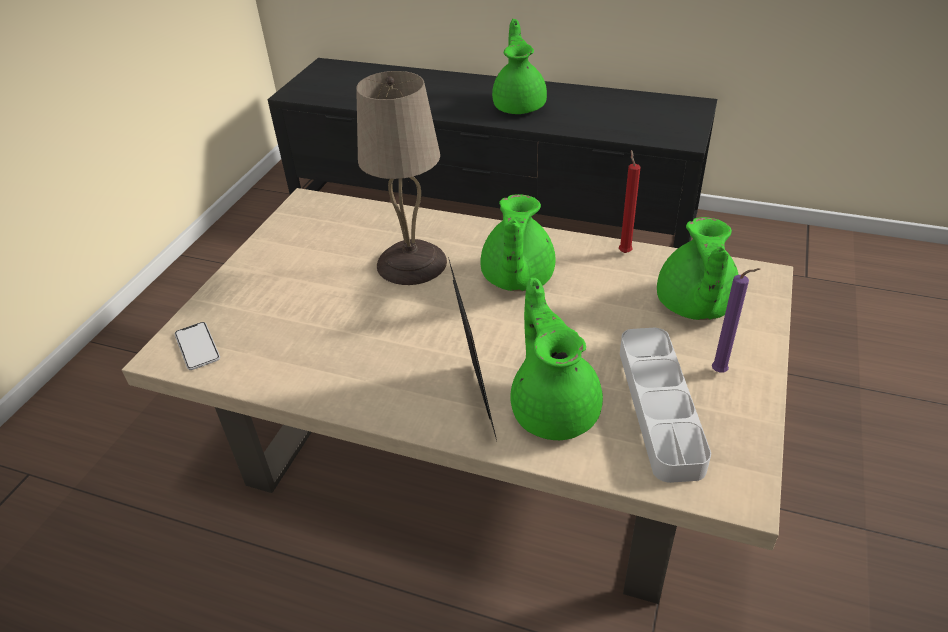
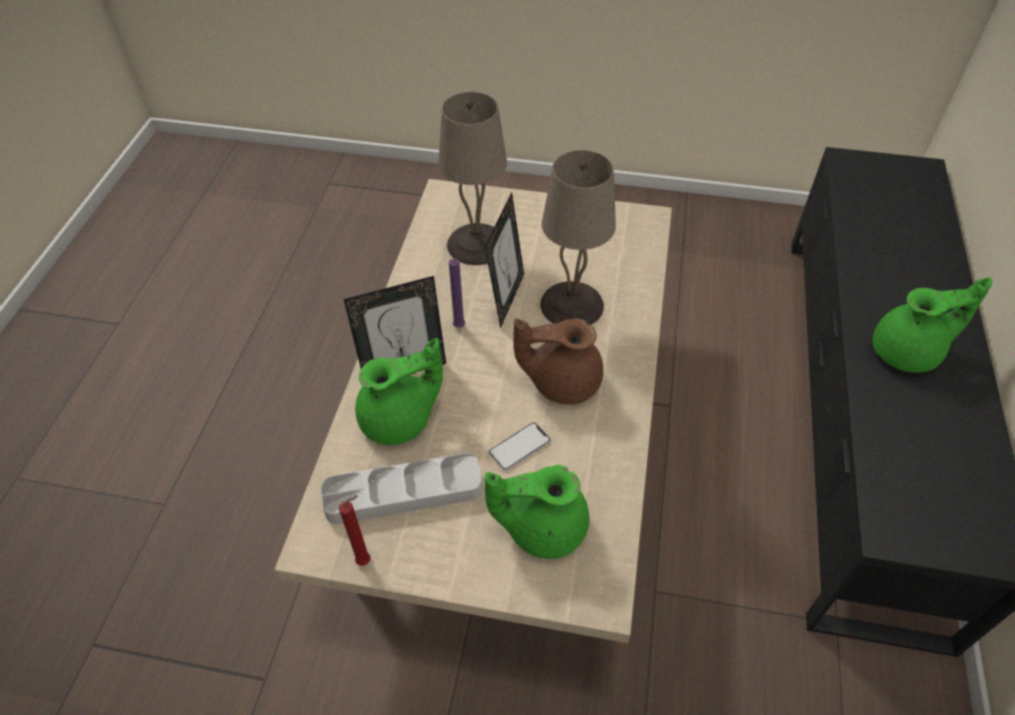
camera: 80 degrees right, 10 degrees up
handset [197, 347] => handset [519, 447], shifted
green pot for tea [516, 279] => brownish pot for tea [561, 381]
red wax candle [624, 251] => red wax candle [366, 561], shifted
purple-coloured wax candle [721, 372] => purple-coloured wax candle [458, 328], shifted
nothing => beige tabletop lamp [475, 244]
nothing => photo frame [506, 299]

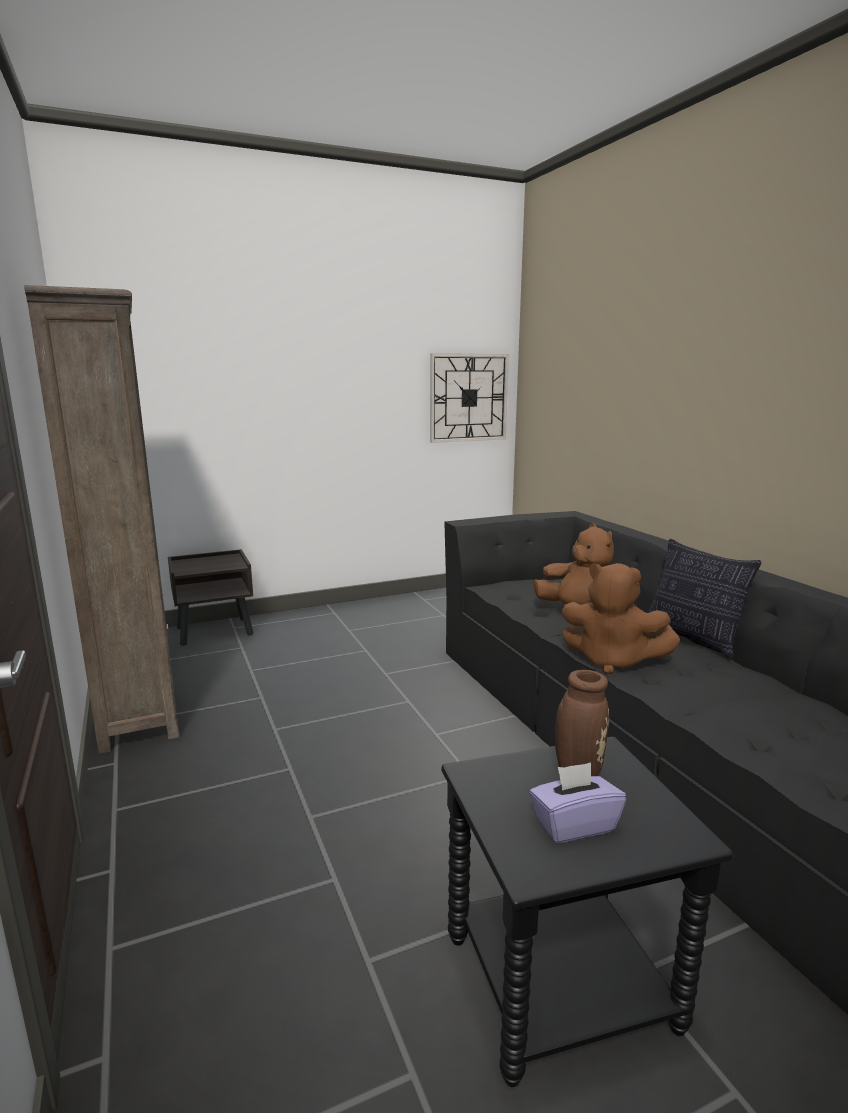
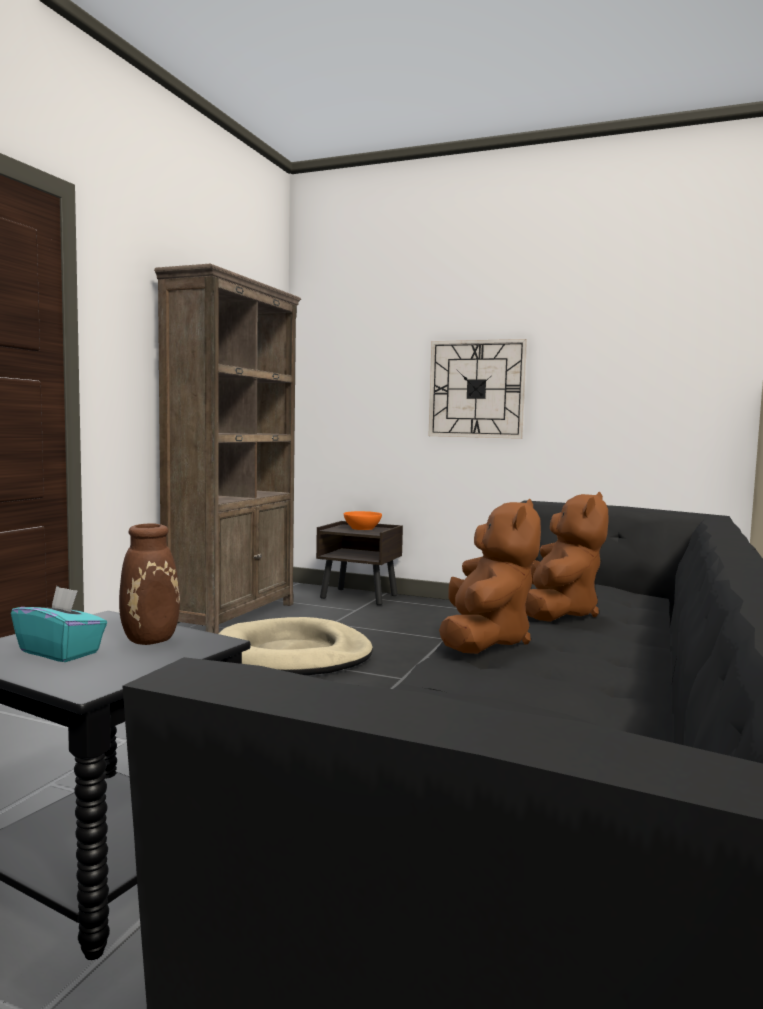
camera: 45 degrees right, 10 degrees down
wall clock [468, 398] => wall clock [476, 389], shifted
purple-coloured box of tissues [574, 824] => blue-green box of tissues [60, 652]
brownish plush toy [612, 661] => brownish plush toy [484, 641], 150 degrees counterclockwise
throw pillow [692, 639] => nothing
nothing => beige dog cushion [293, 655]
nothing => orange serving bowl [362, 528]

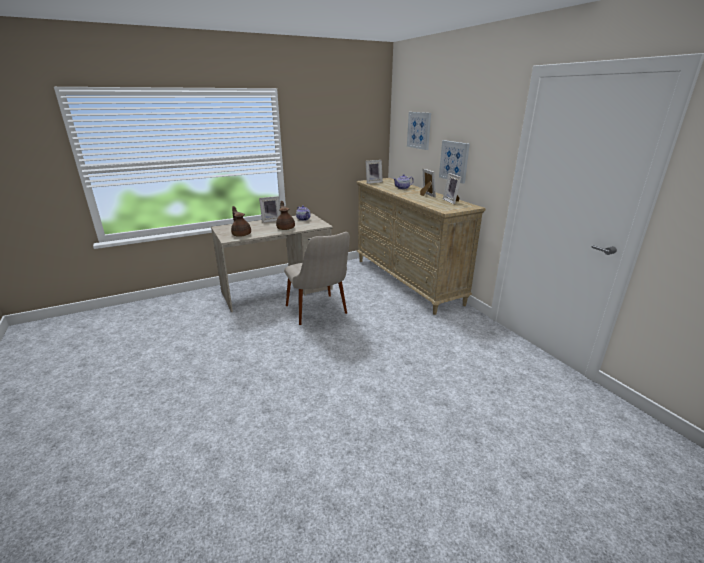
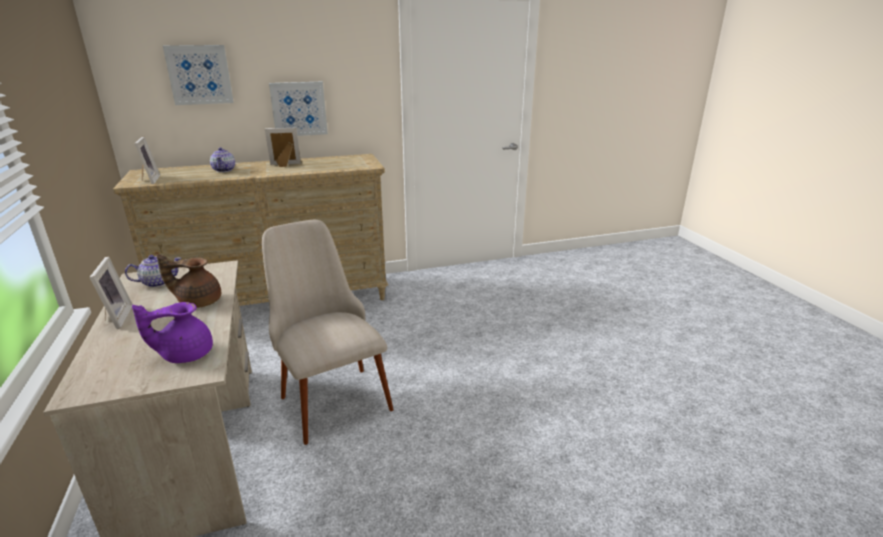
camera: 80 degrees left, 0 degrees up
brownish pot for tea [241, 234] => purple-coloured pot for tea [185, 354]
beige chair [320, 314] => beige chair [329, 392], 105 degrees counterclockwise
photo frame [452, 201] => nothing

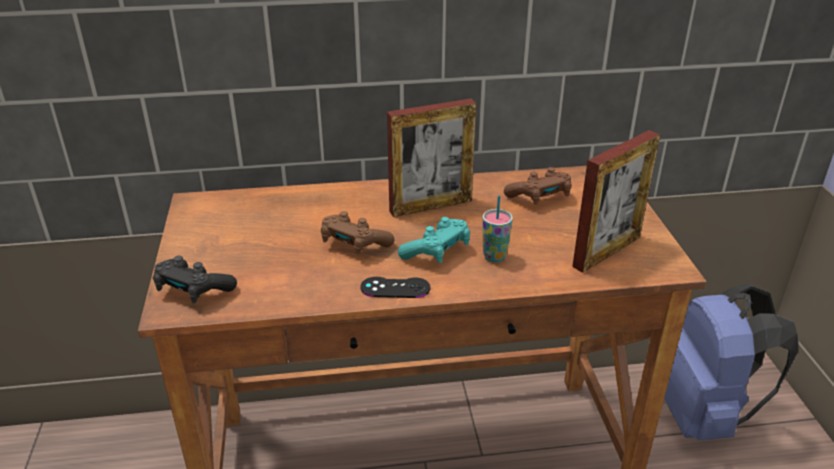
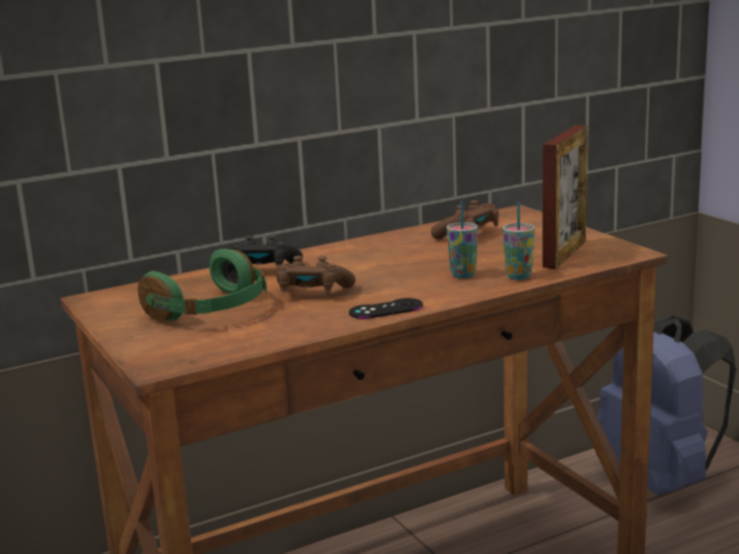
camera: 20 degrees left, 15 degrees down
blackish gamepad [193, 290] => blackish gamepad [263, 269], shifted
photo frame [431, 206] => nothing
blue-green gamepad [437, 251] => nothing
nothing => green headphones [212, 310]
nothing => small cup [518, 276]

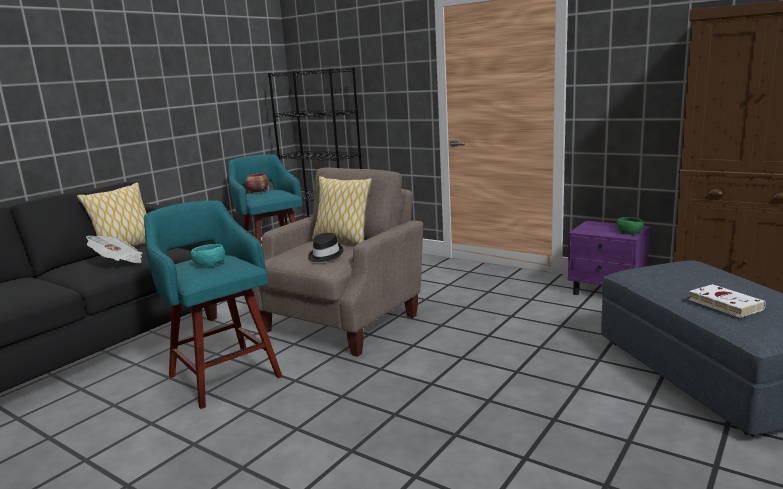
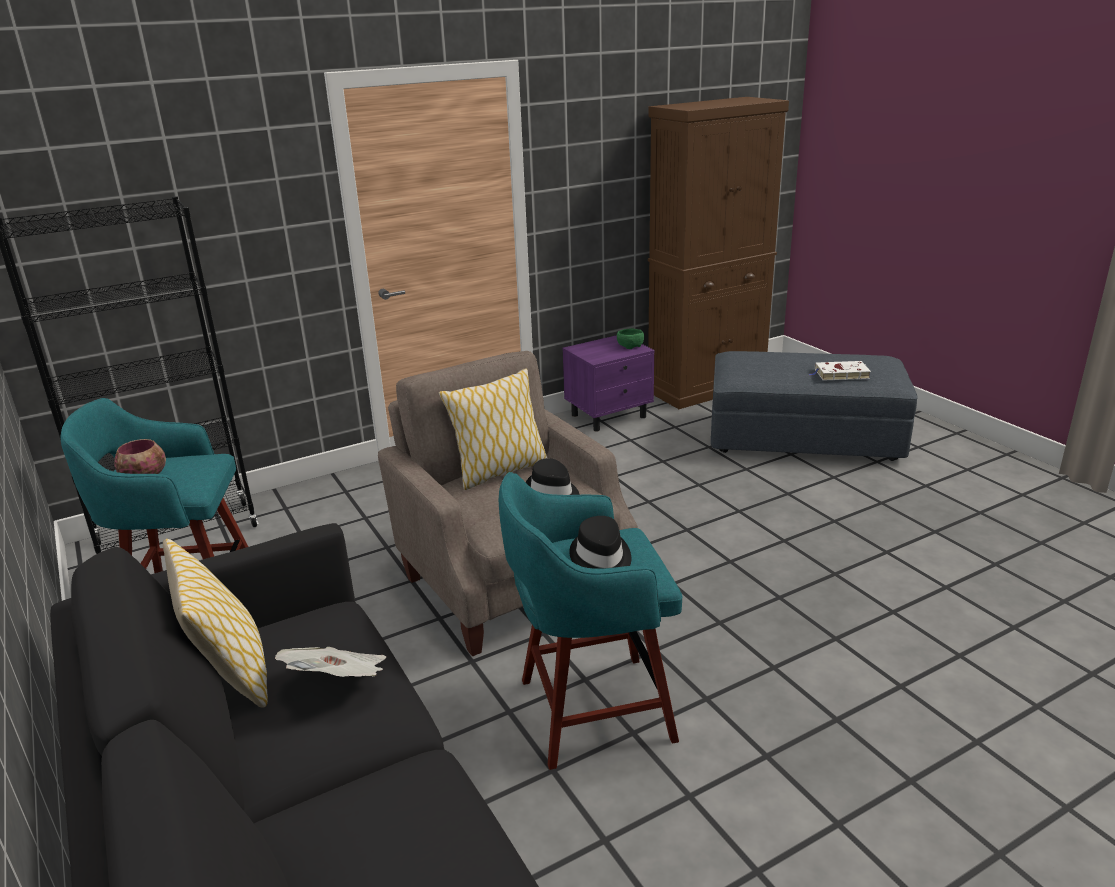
camera: 65 degrees left, 10 degrees up
blue-green serving bowl [209, 264] => blackish hat [600, 558]

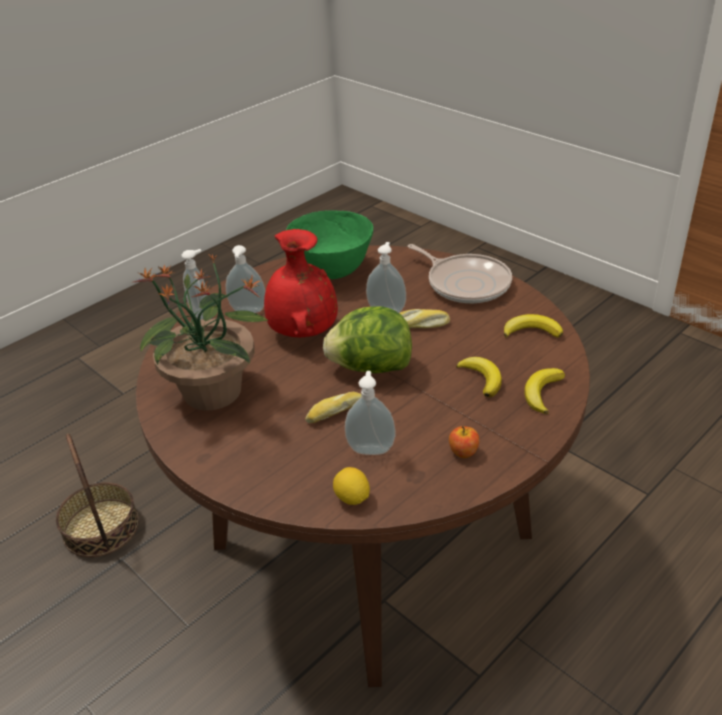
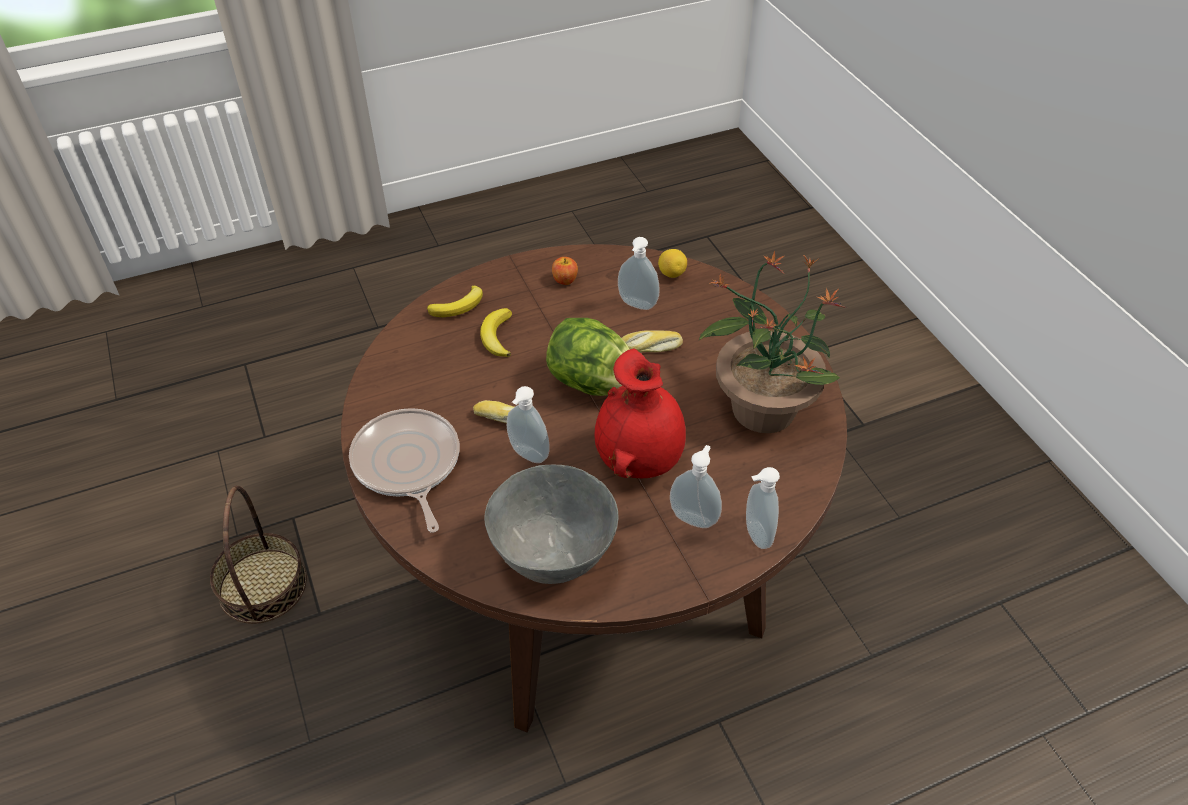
camera: 160 degrees left, 10 degrees up
basket [101, 527] => basket [262, 585], shifted
green serving bowl [332, 272] => greyish serving bowl [554, 555]
banana [532, 331] => nothing

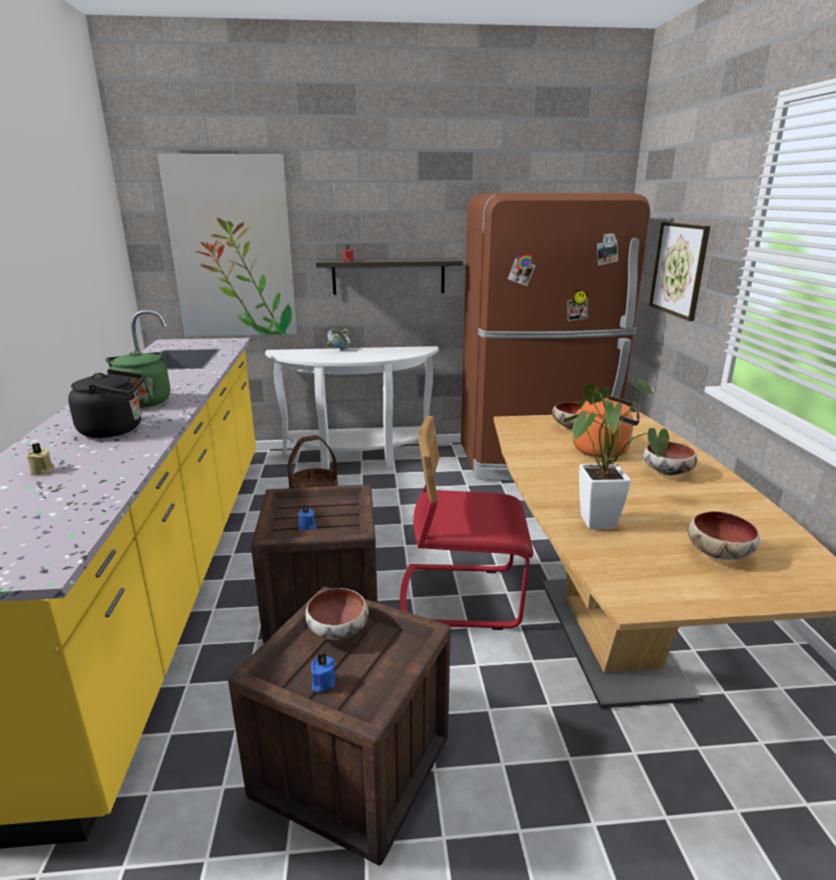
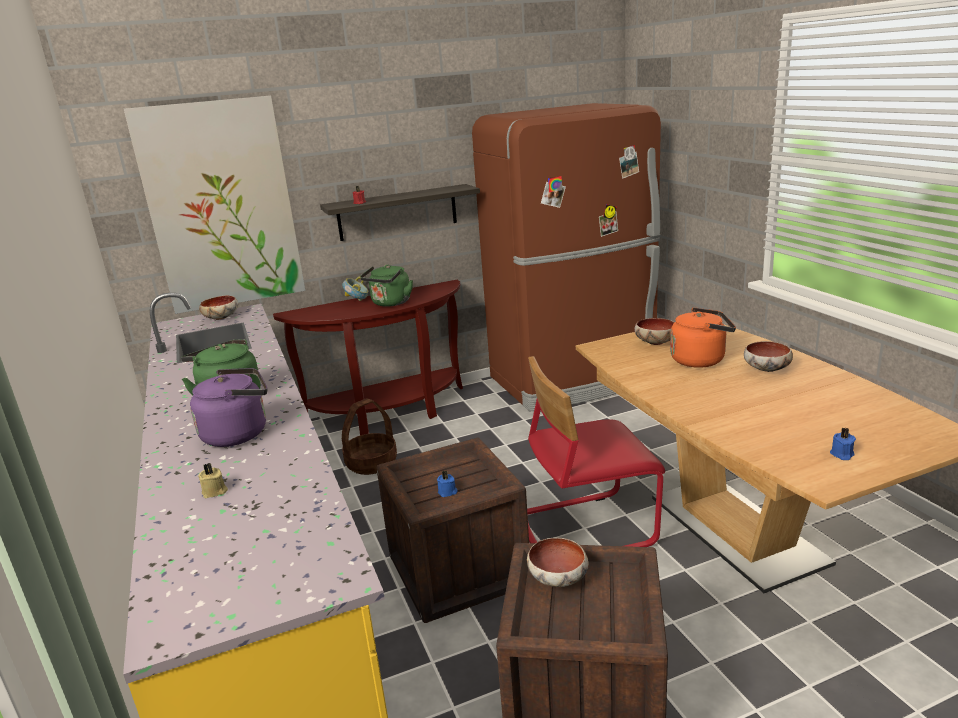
camera: 15 degrees left, 0 degrees up
blackish tea kettle [116, 430] => purple-coloured tea kettle [239, 433]
white-coloured console table [357, 457] => brownish console table [390, 414]
blue wax candle [322, 682] => blue wax candle [841, 454], shifted
houseplant [595, 518] => nothing
wall picture [679, 269] => nothing
serving bowl [718, 552] => serving bowl [221, 317], shifted
nothing => green tea kettle [390, 303]

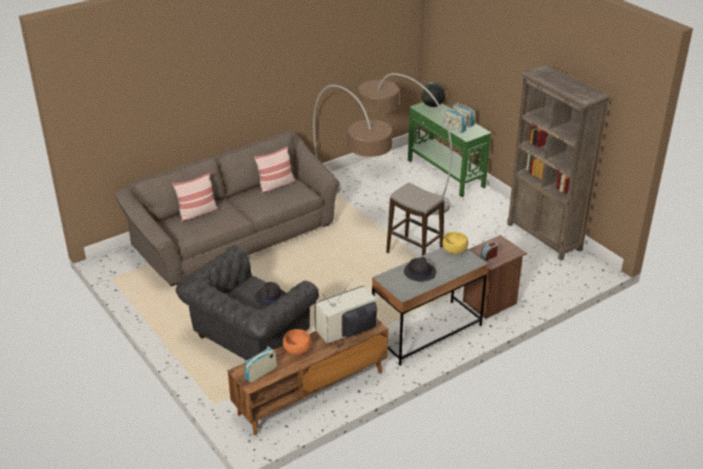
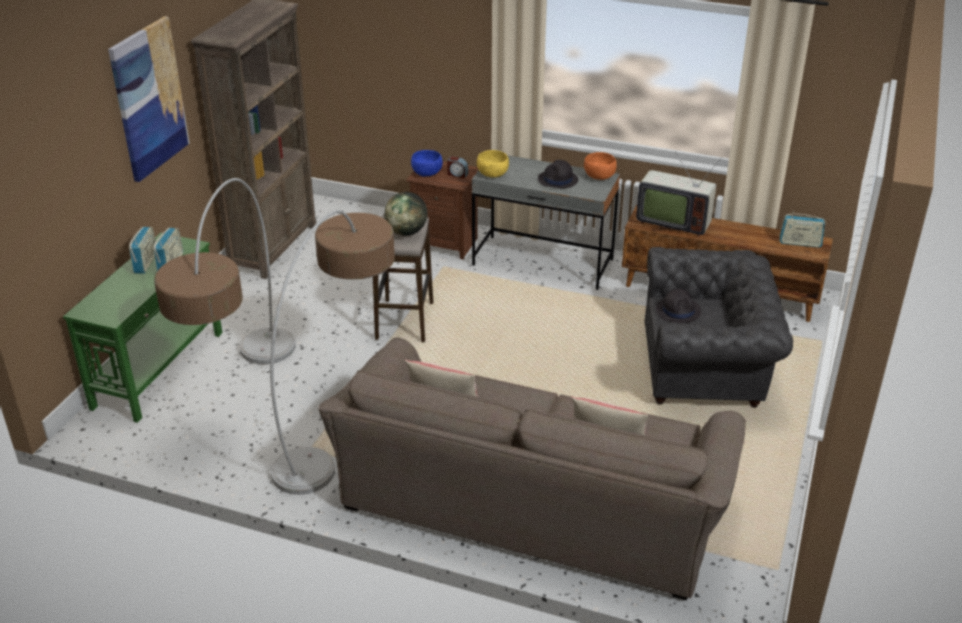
camera: 125 degrees left, 0 degrees up
orange serving bowl [296, 350] => orange serving bowl [599, 176], shifted
world globe [432, 105] => world globe [406, 232], shifted
nothing => wall picture [148, 99]
nothing => blue serving bowl [427, 173]

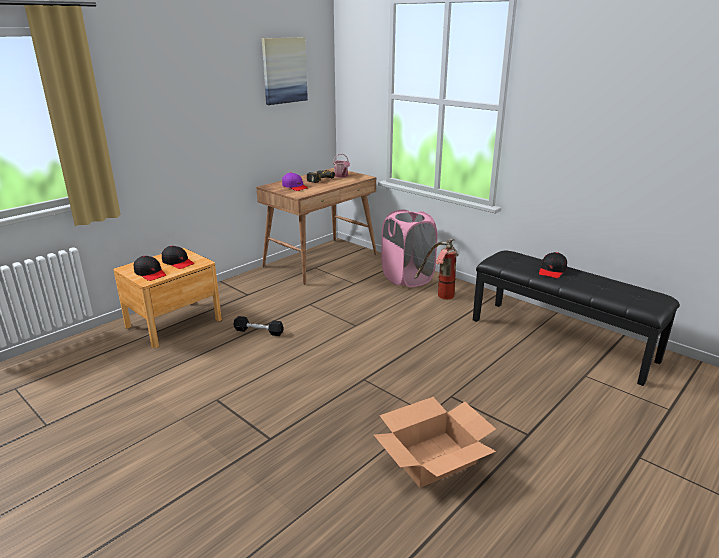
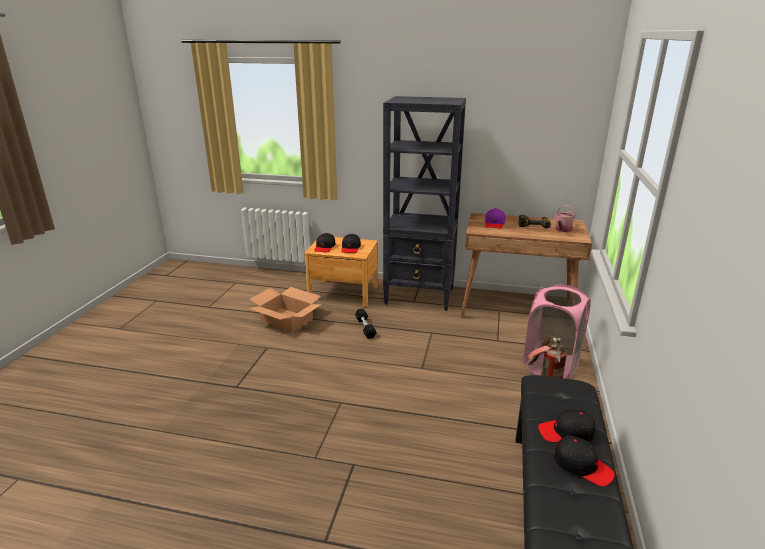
camera: 60 degrees right, 0 degrees up
wall picture [284, 70] => nothing
cardboard box [433, 458] => cardboard box [287, 319], shifted
nothing => blackish bookshelf [420, 296]
nothing => blackish cap [582, 466]

